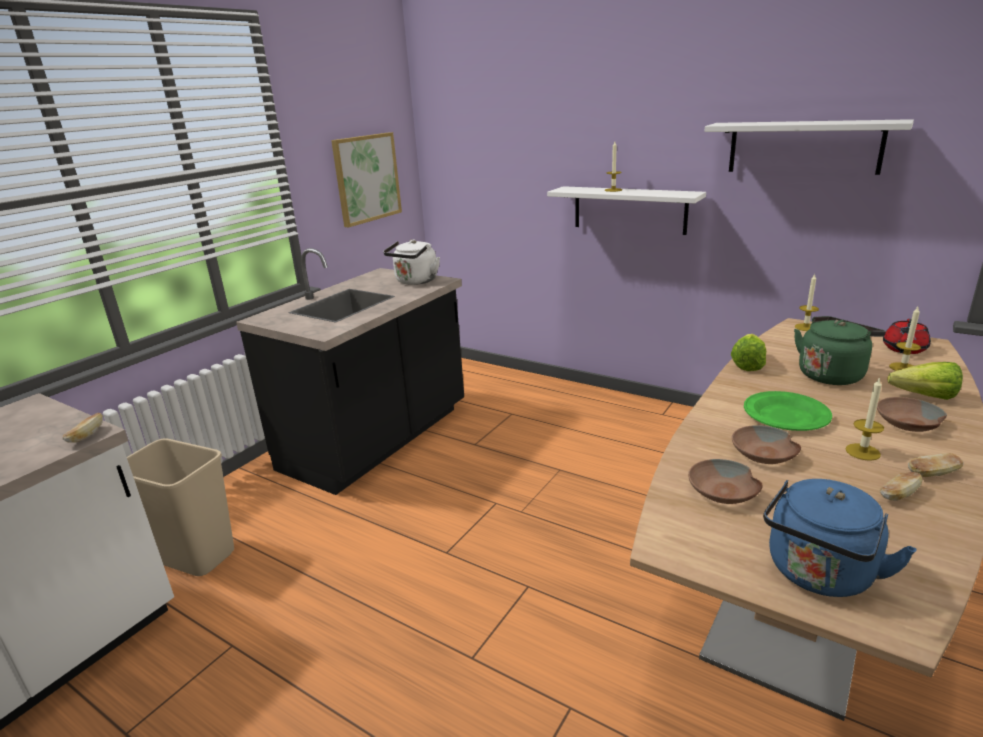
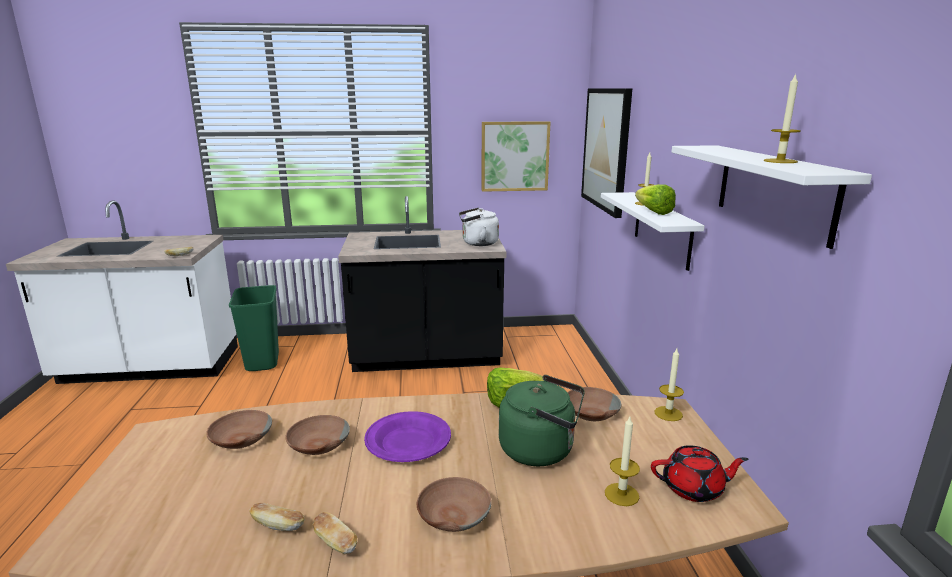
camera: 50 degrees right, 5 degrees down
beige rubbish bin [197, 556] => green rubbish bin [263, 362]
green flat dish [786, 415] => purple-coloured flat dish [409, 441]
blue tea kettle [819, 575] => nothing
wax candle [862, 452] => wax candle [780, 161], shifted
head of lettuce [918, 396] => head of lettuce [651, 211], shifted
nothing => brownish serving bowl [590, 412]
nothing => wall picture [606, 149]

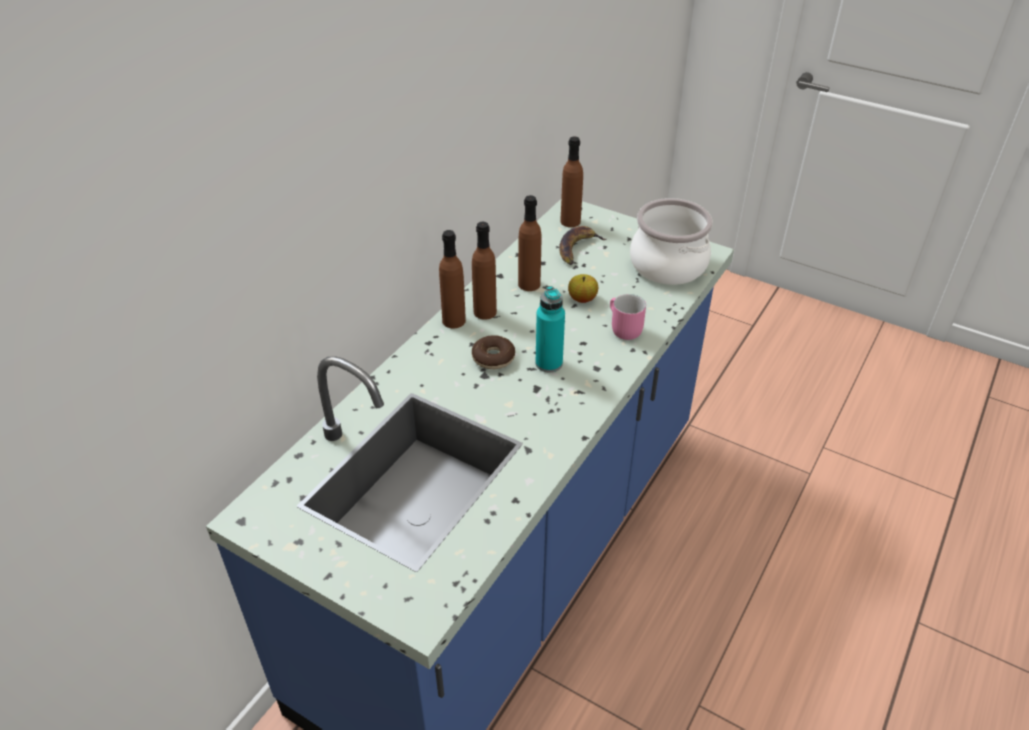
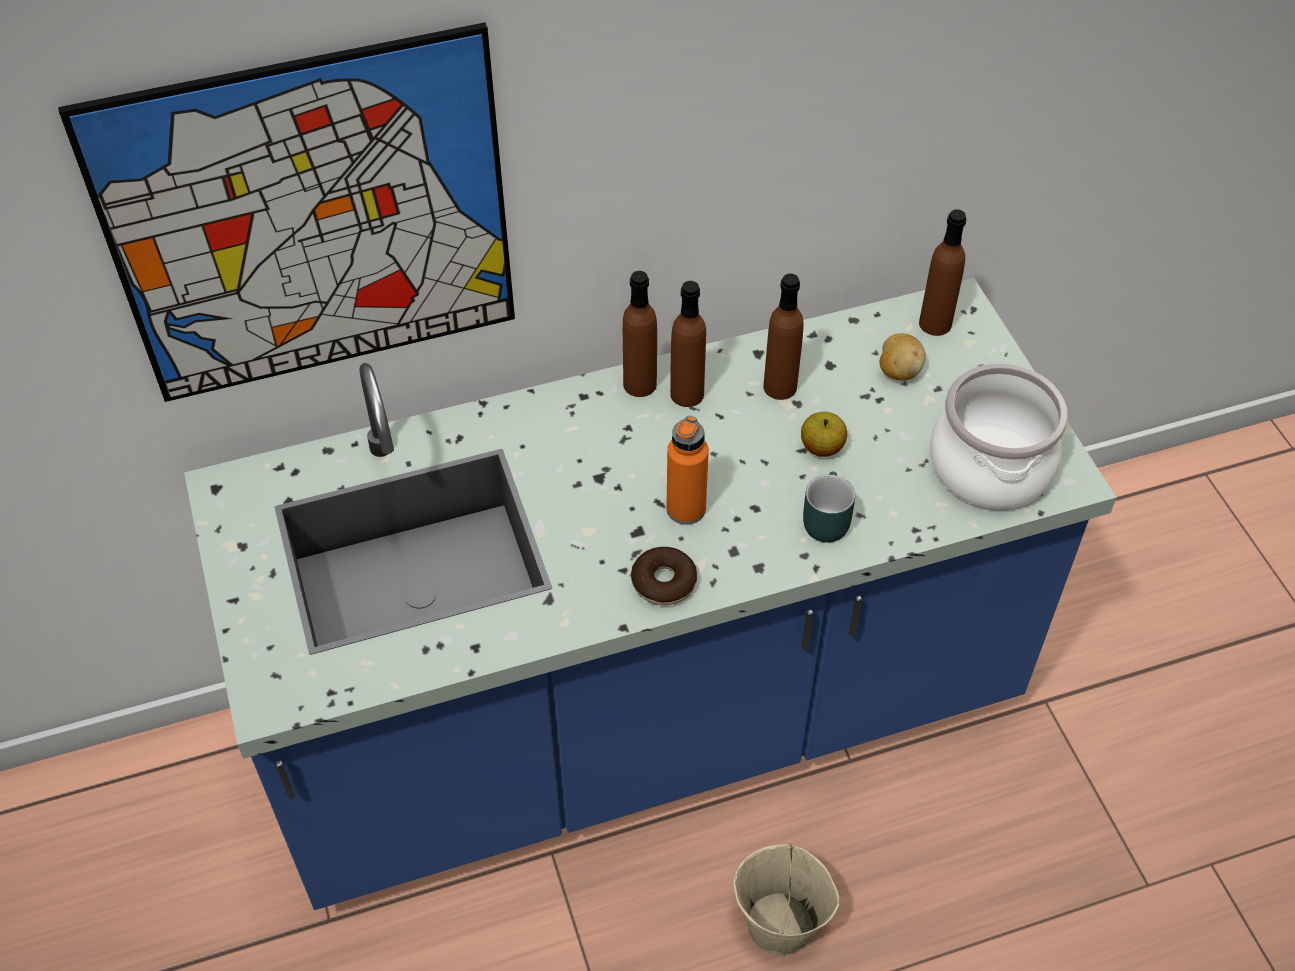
camera: 40 degrees right, 10 degrees up
donut [493, 358] => donut [663, 582], shifted
blue-green beverage bottle [549, 363] => orange beverage bottle [686, 509]
banana [577, 248] => spud [898, 371]
pink-coloured coffee mug [621, 329] => blue-green coffee mug [823, 519]
nothing => wall picture [313, 223]
nothing => beige bucket [781, 924]

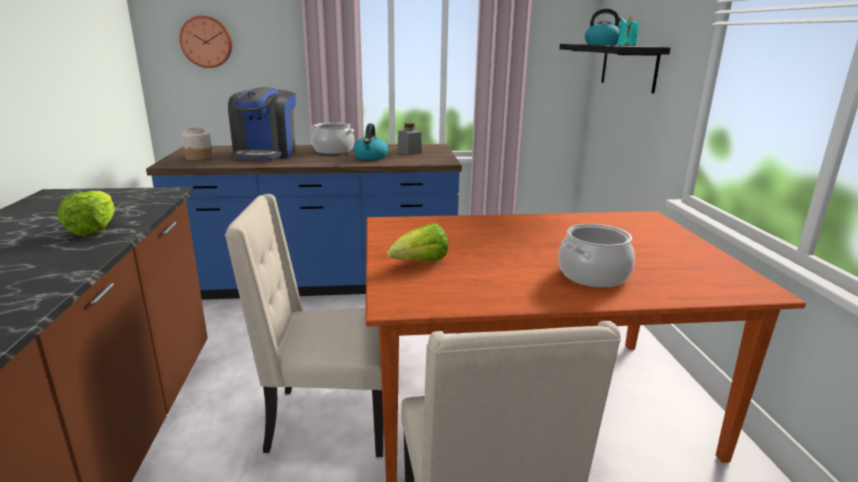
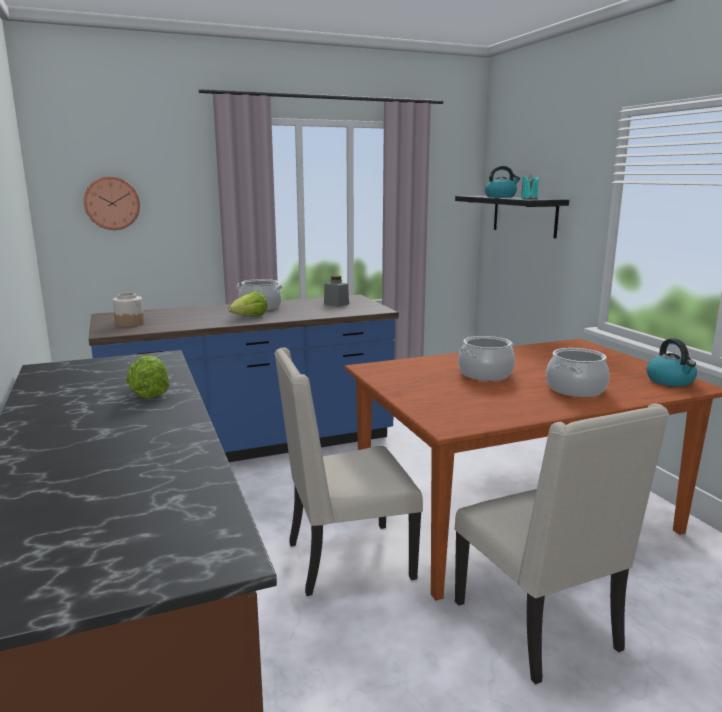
camera: 15 degrees left, 5 degrees down
coffee maker [266, 154] => nothing
tea kettle [371, 157] => tea kettle [670, 381], shifted
head of lettuce [420, 263] => head of lettuce [249, 317], shifted
nothing => cooking pot [485, 374]

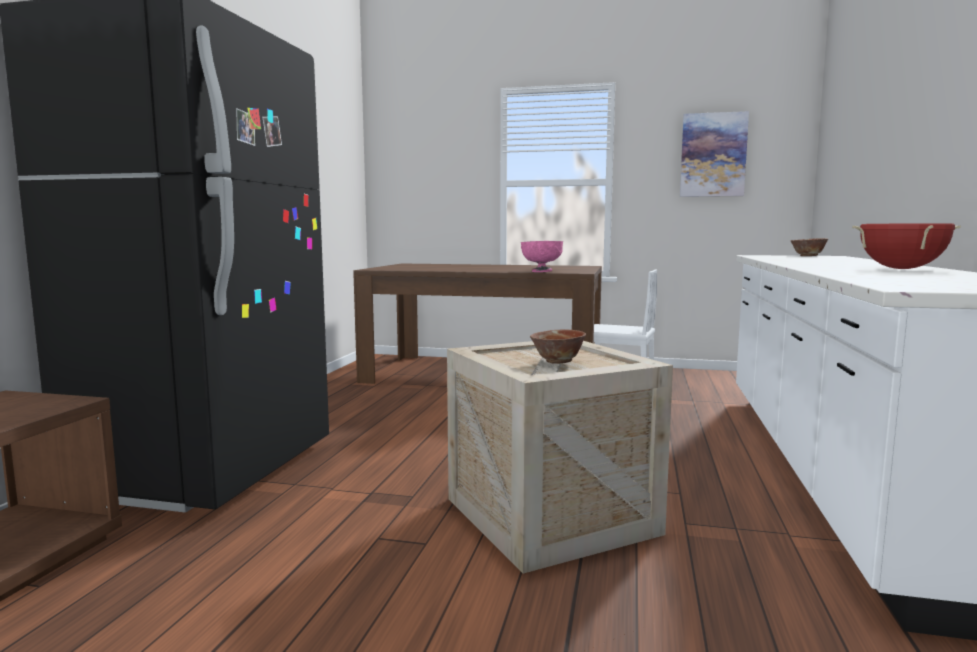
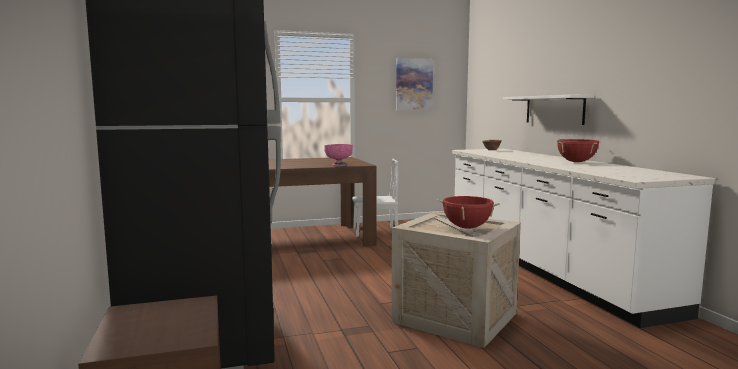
camera: 30 degrees left, 0 degrees up
serving bowl [557, 361] => red cooking pot [467, 227]
nothing => white-coloured bracket shelf [554, 109]

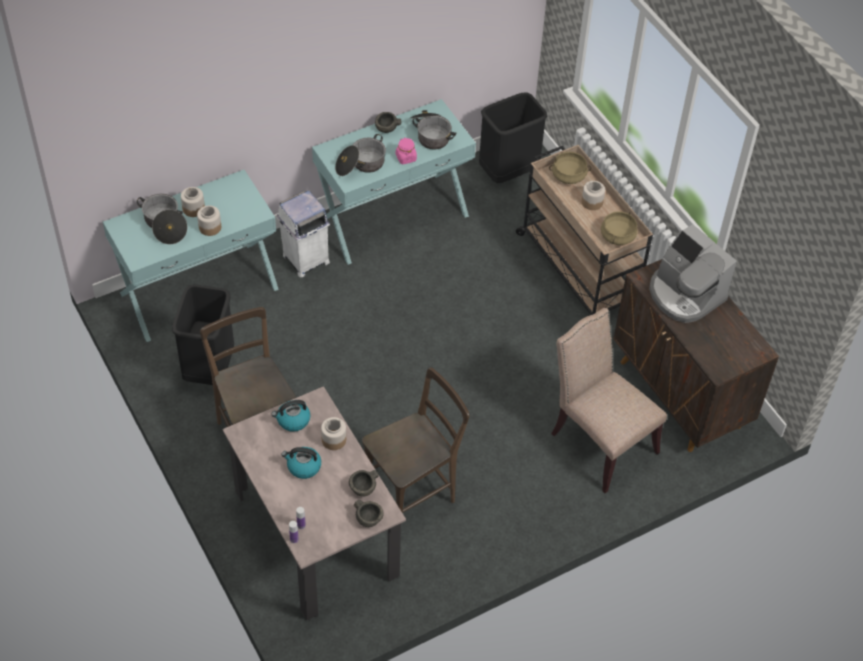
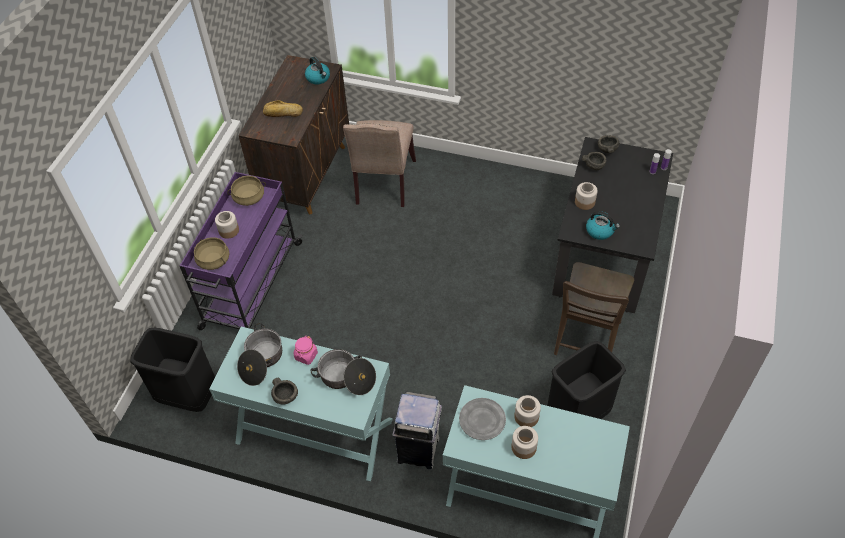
camera: 130 degrees left, 0 degrees up
cooking pot [164, 225] => nothing
beige dining table [316, 533] => blackish dining table [604, 254]
tea kettle [303, 467] => tea kettle [318, 78], shifted
brownish chair [413, 493] => nothing
beige wheeled cart [577, 268] => purple-coloured wheeled cart [251, 286]
coffee maker [684, 294] => bread [283, 113]
nothing => greyish flat dish [482, 420]

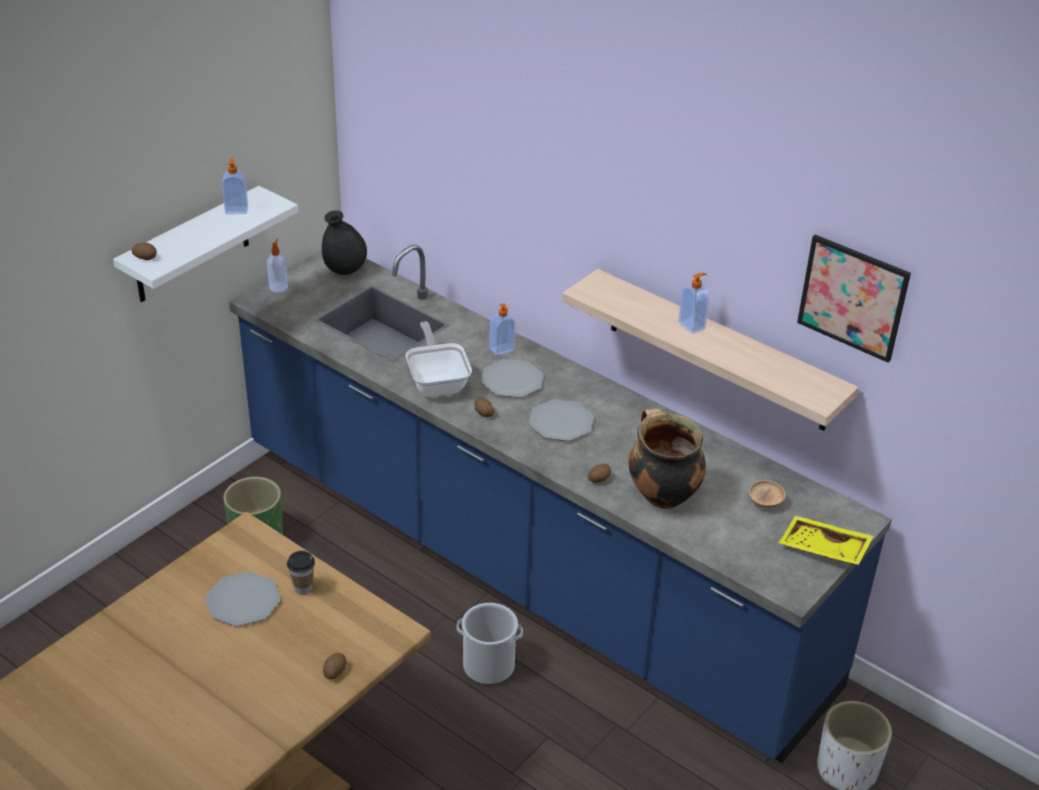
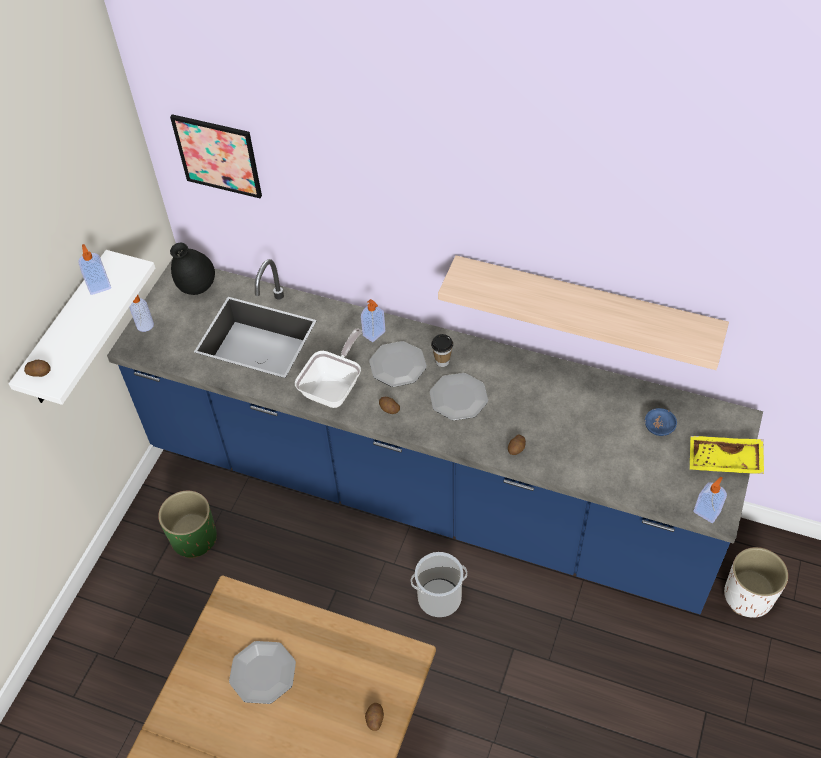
camera: 15 degrees left, 15 degrees up
small cup [303, 588] => small cup [442, 361], shifted
skillet [437, 382] => skillet [334, 387], 60 degrees clockwise
cooking pot [661, 495] => nothing
liquid soap bottle [692, 325] => liquid soap bottle [707, 512], shifted
brownish serving bowl [765, 502] => blue serving bowl [659, 427]
wall picture [853, 297] => wall picture [218, 155], shifted

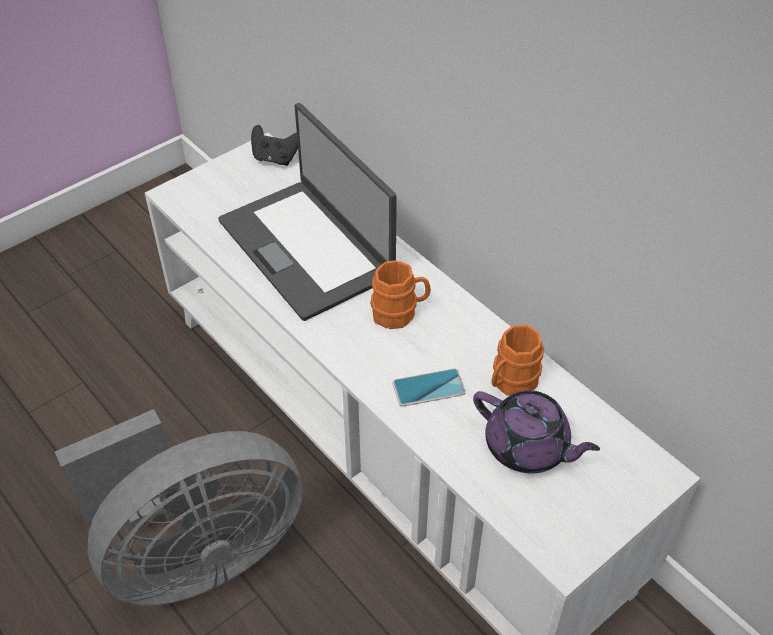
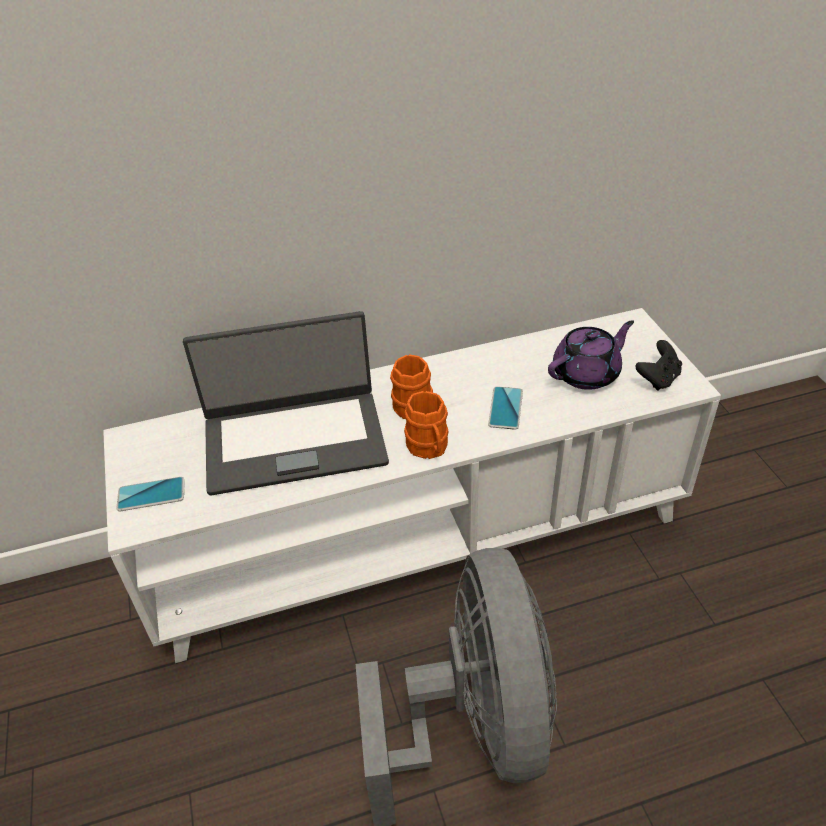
camera: 65 degrees left, 5 degrees down
blackish gamepad [275, 158] => blackish gamepad [658, 379], shifted
orange coffee mug [511, 383] => orange coffee mug [429, 448], shifted
nothing => handset [151, 494]

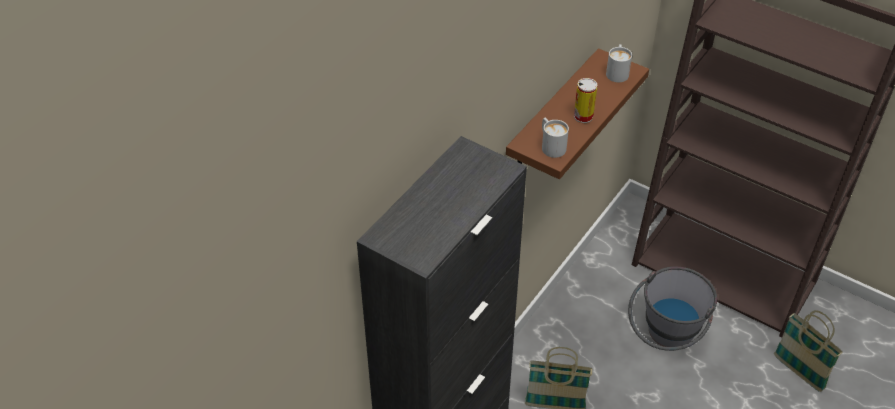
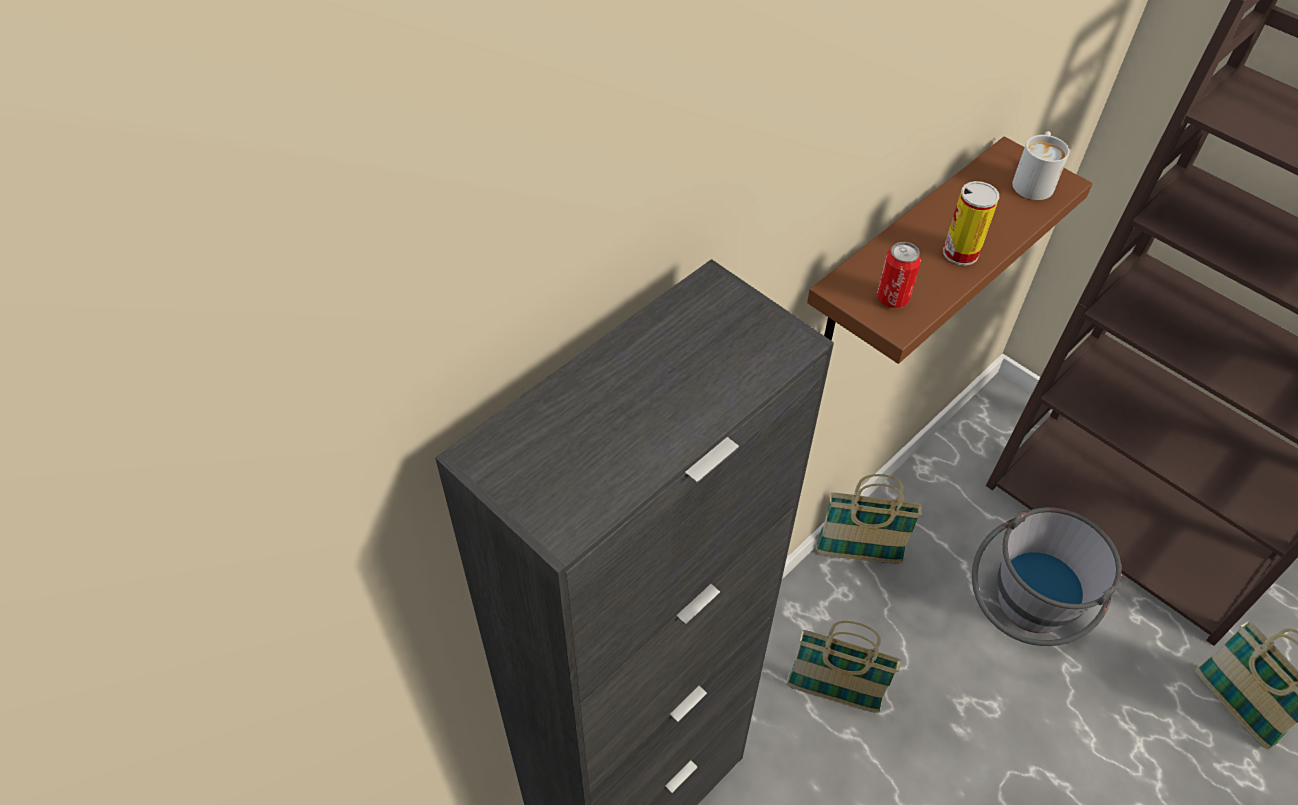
camera: 10 degrees right, 5 degrees up
white-coloured coffee mug [551, 145] => sealed can [892, 298]
nothing => basket [858, 555]

